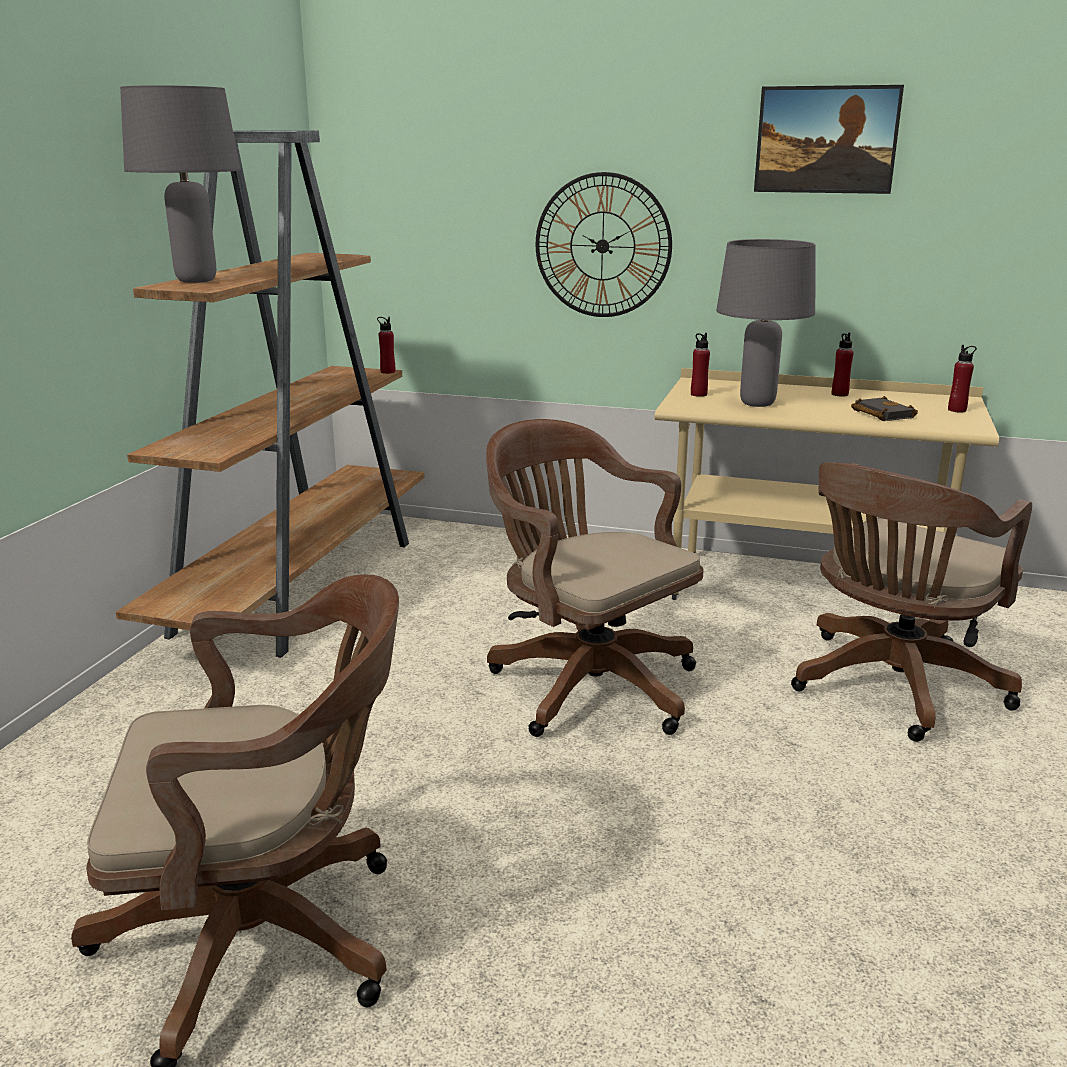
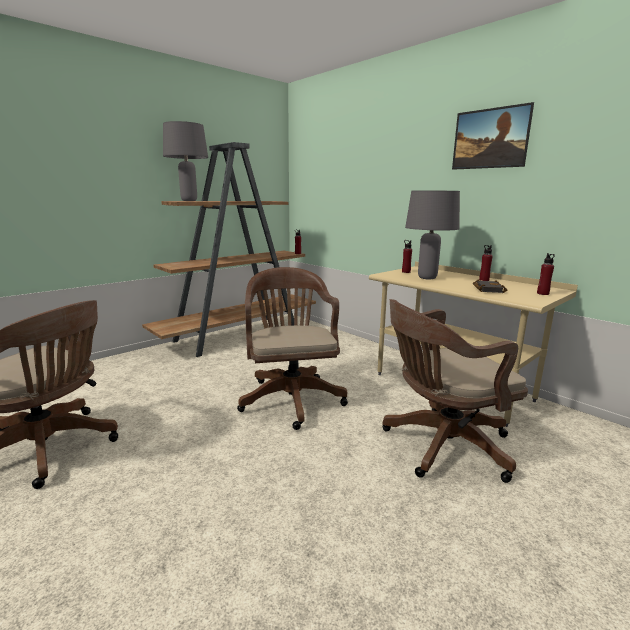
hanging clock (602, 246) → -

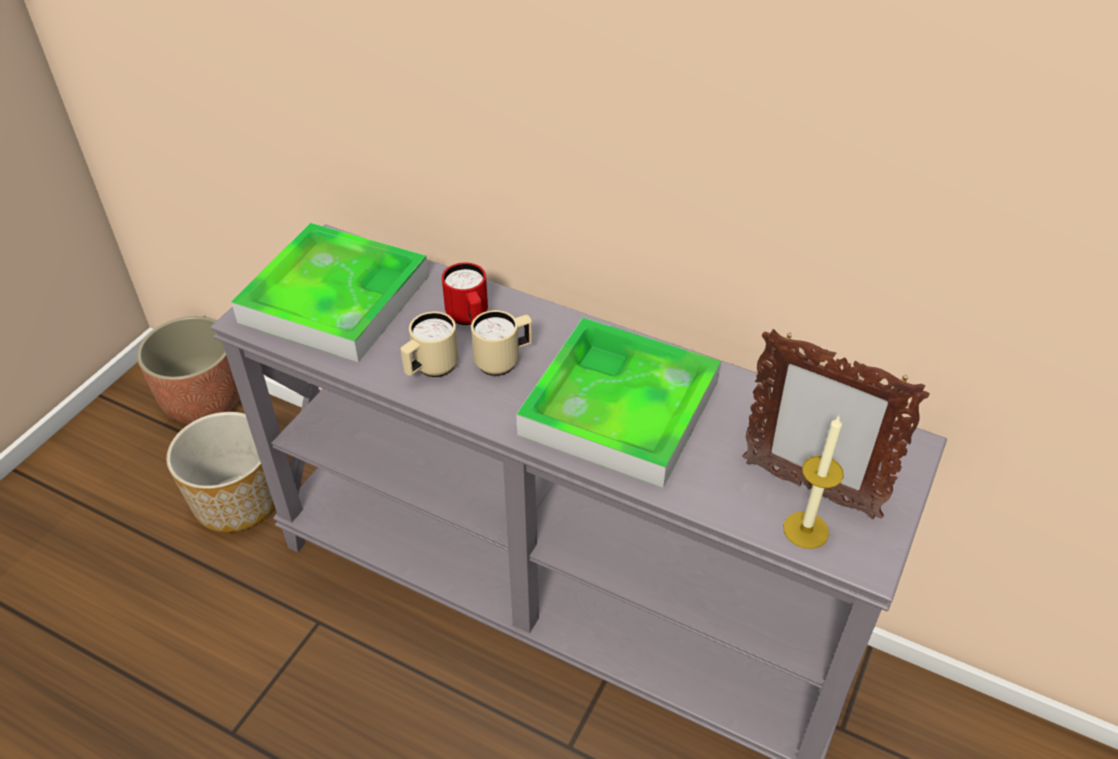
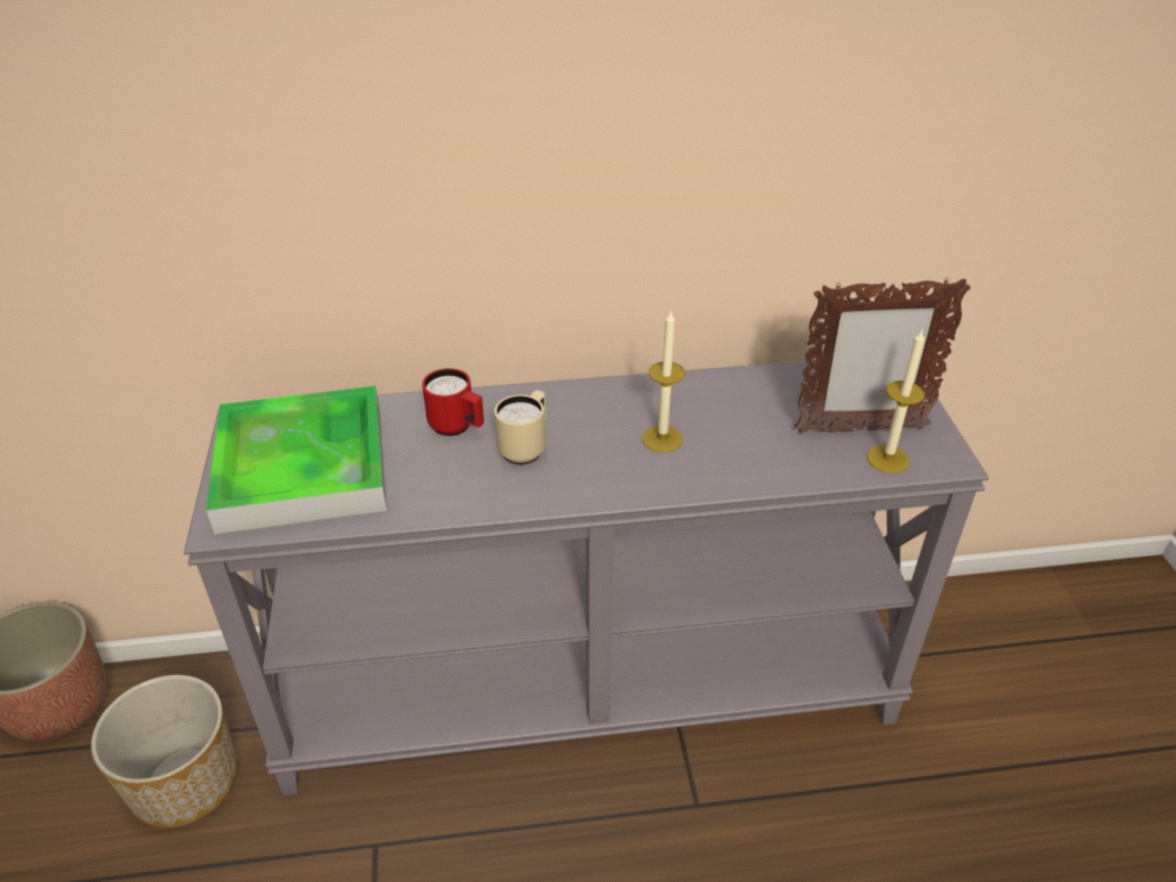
sand-coloured coffee mug (430, 369) → -
carrying tray (620, 408) → wax candle (662, 439)

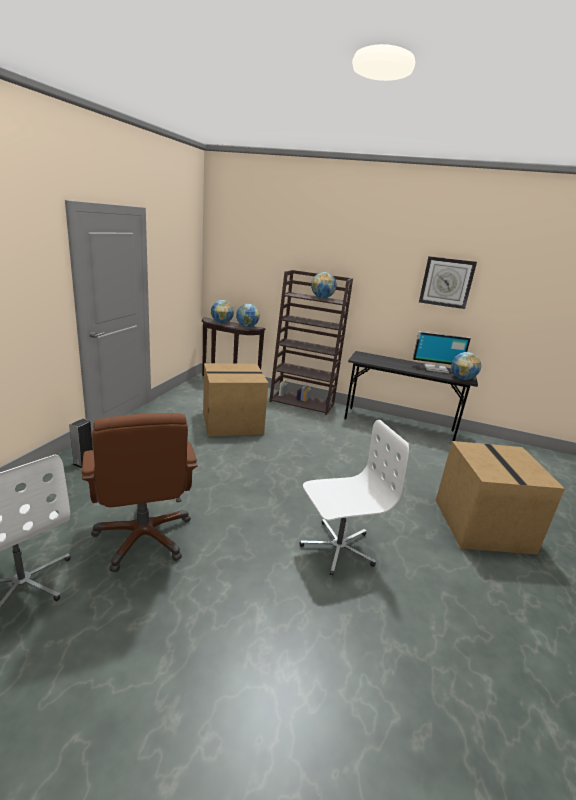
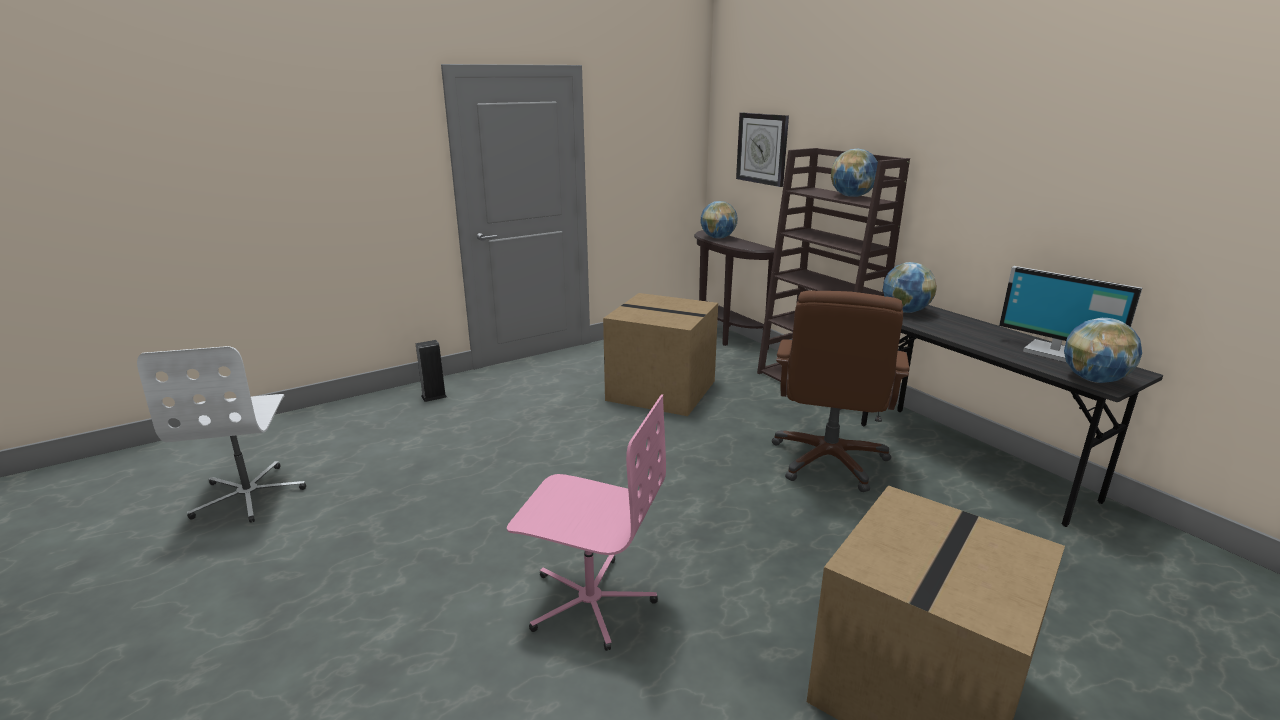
hanging clock (446, 282) → hanging clock (762, 148), shifted
globe (247, 327) → globe (905, 311), shifted
brown-coloured office chair (144, 537) → brown-coloured office chair (829, 461), shifted
white-coloured office chair (337, 547) → pink-coloured office chair (590, 601)

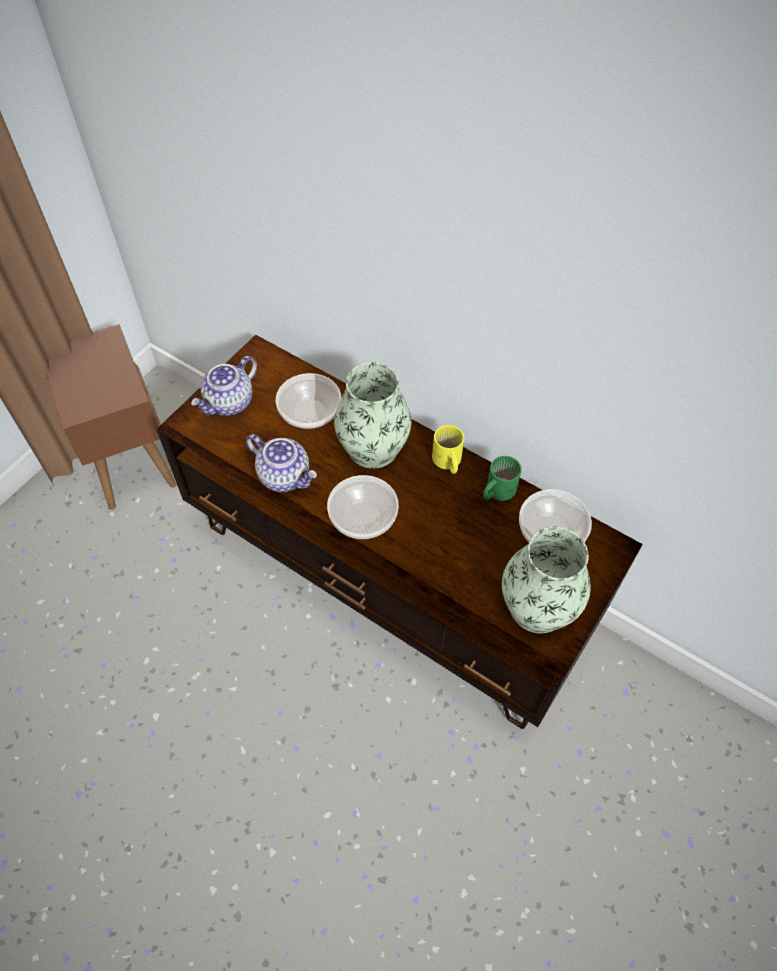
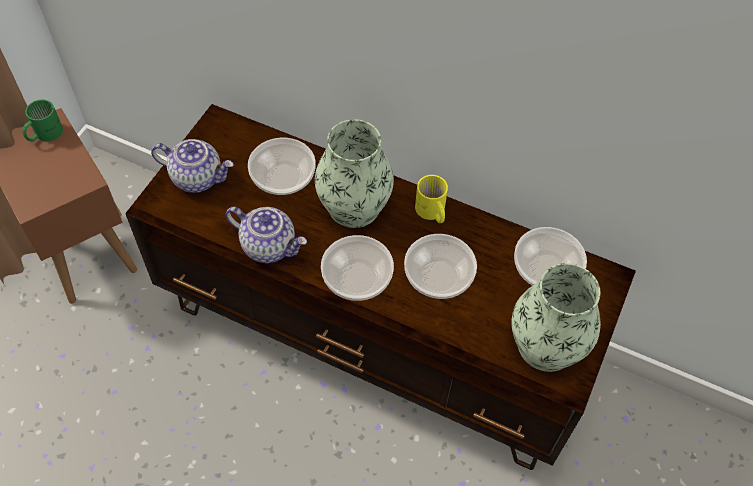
teapot (229, 403) → teapot (198, 177), 105 degrees counterclockwise
green coffee mug (496, 490) → green coffee mug (44, 133), shifted
- → serving bowl (437, 277)

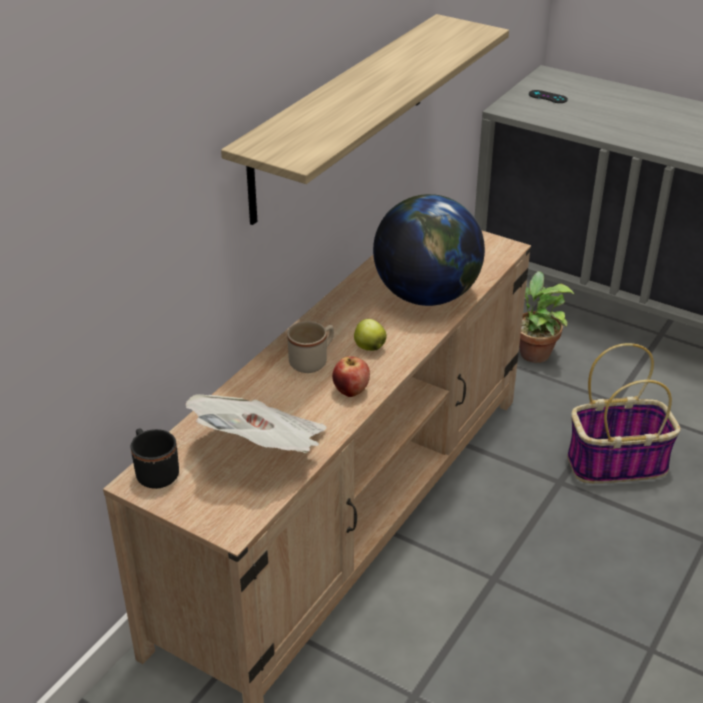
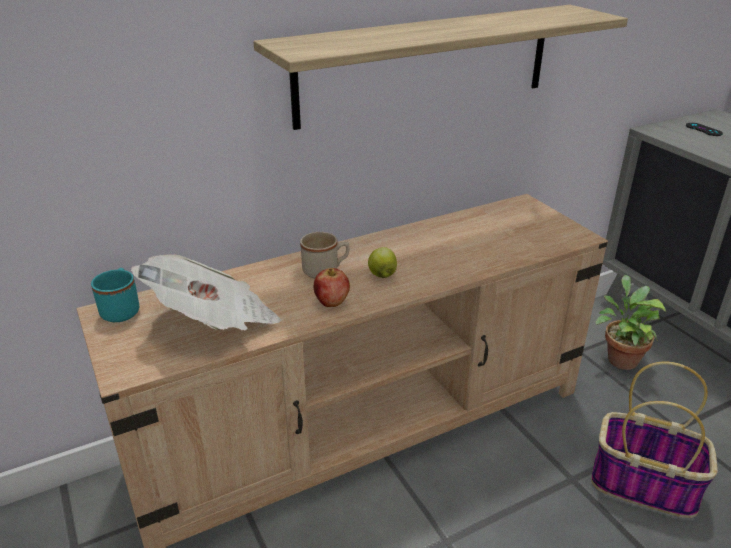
globe (426, 295) → -
black coffee mug (155, 472) → turquoise-coloured coffee mug (122, 309)

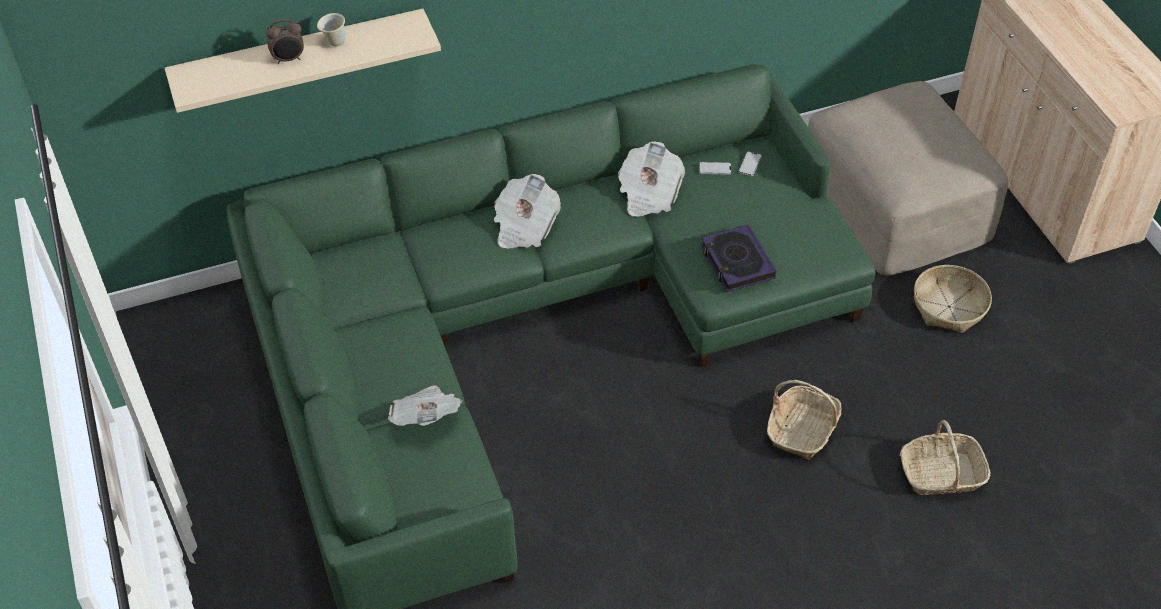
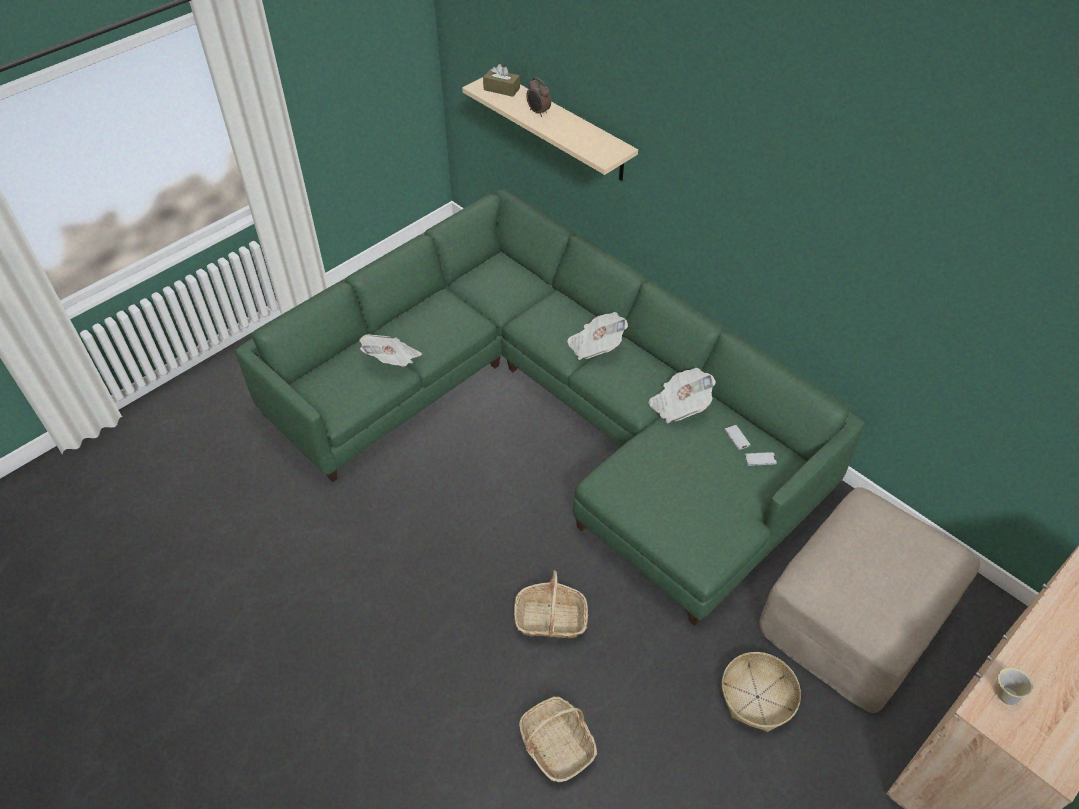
sand-coloured coffee mug (334, 43) → sand-coloured coffee mug (1003, 695), shifted
bound book (736, 262) → -
- → brown-coloured tissue holder (501, 89)

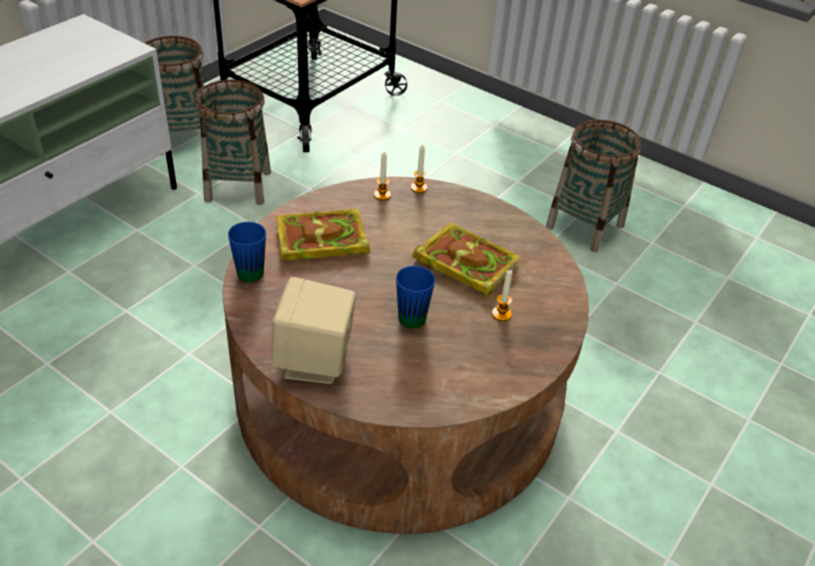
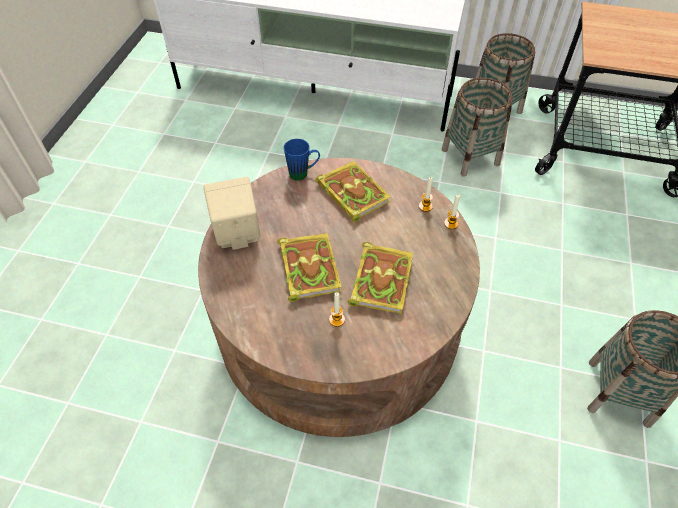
blue coffee mug (413, 313) → bound book (308, 267)

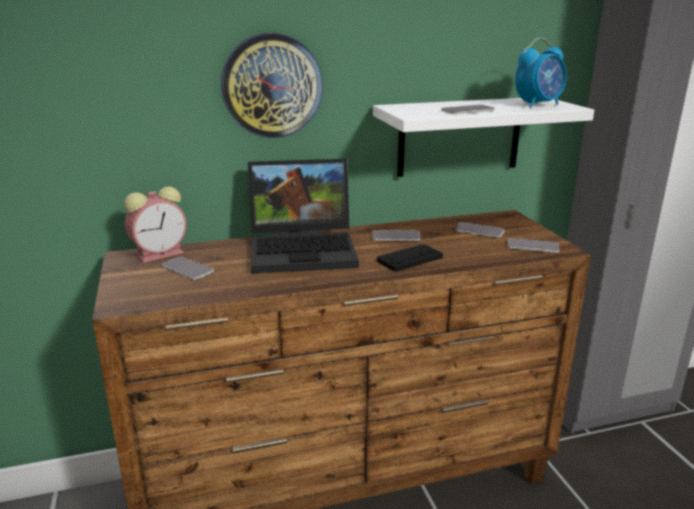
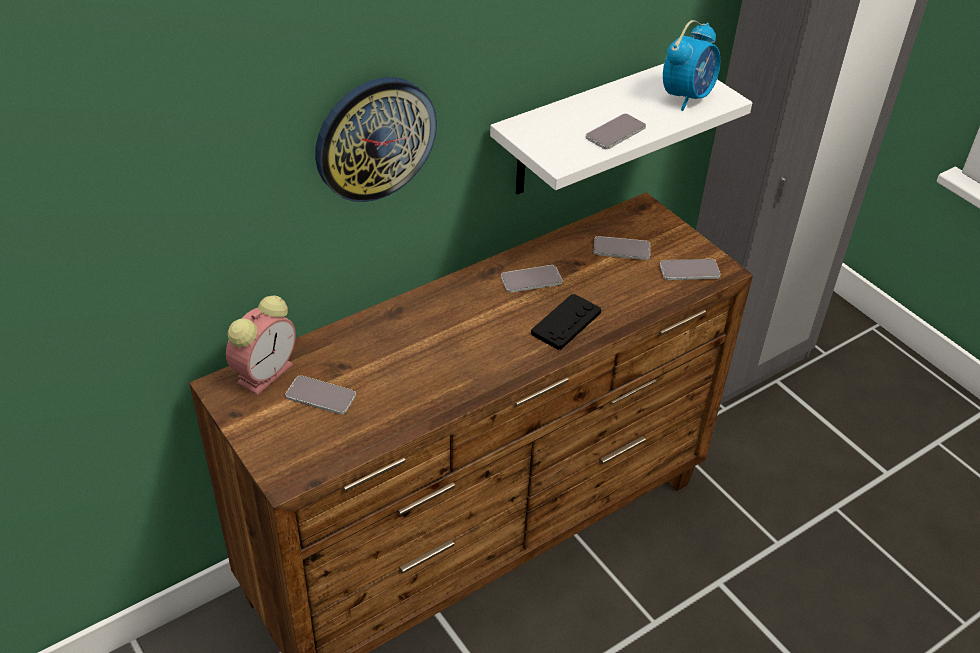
notebook computer (305, 249) → -

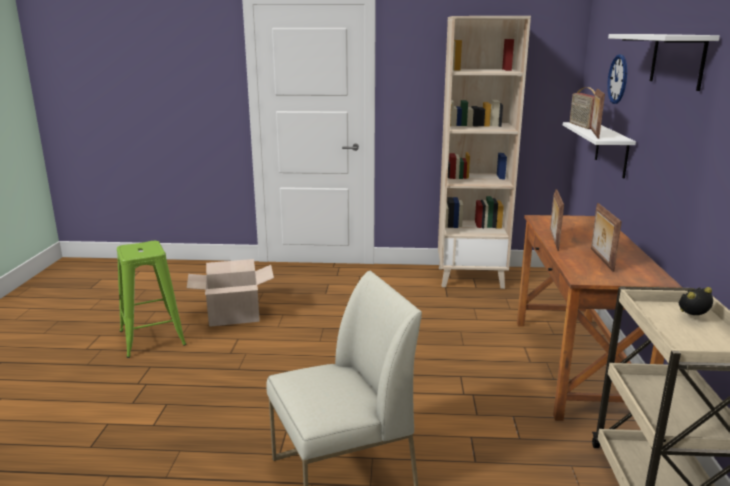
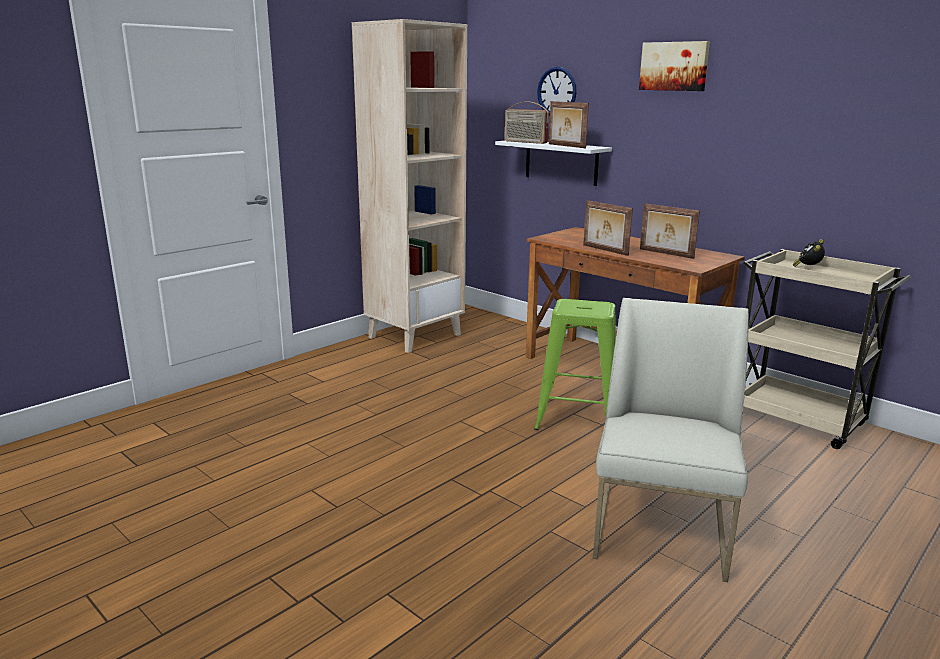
white-coloured bracket shelf (677, 60) → wall art (674, 66)
green sitting stool (152, 338) → green sitting stool (577, 419), shifted
packing box (234, 315) → -

